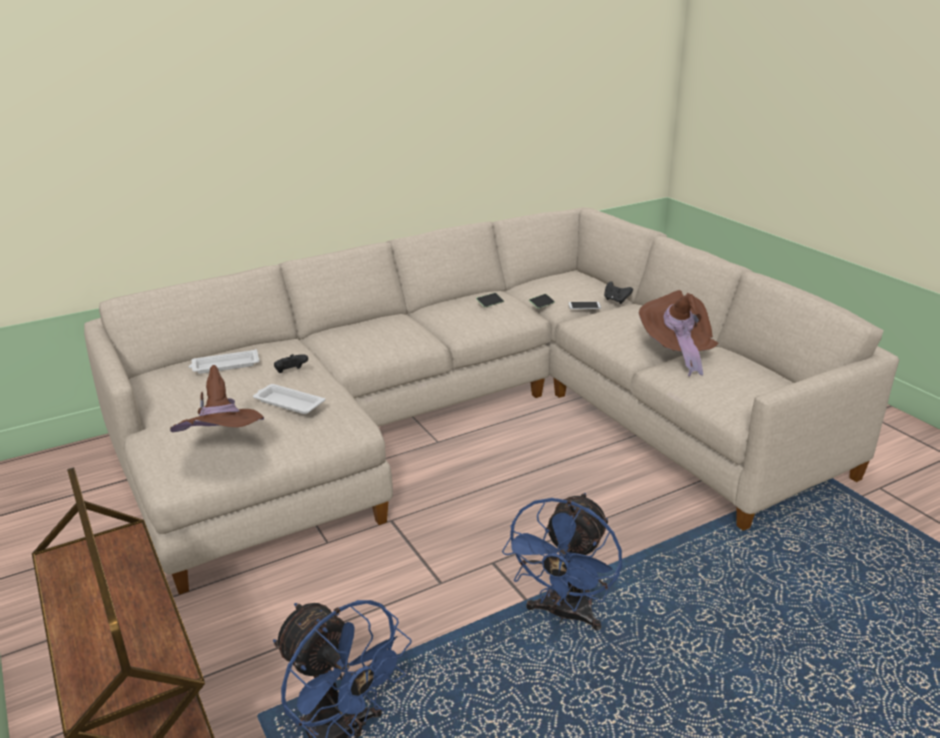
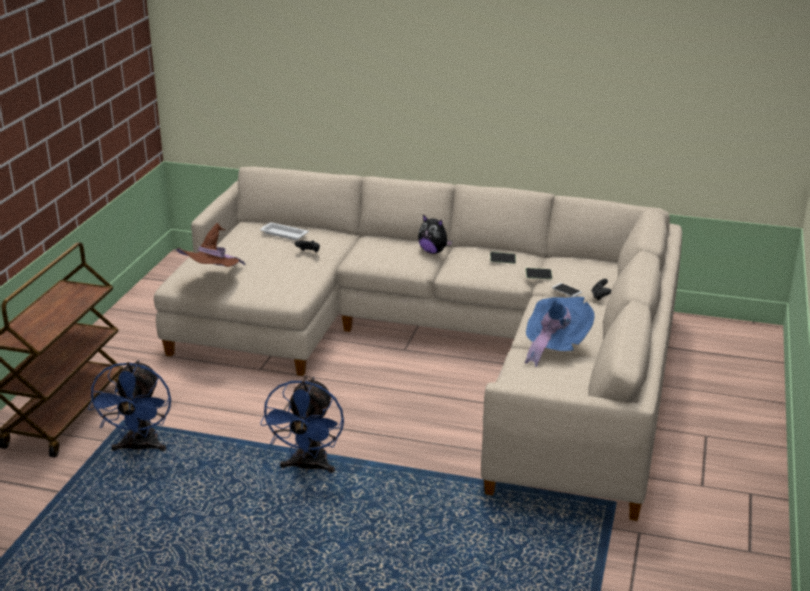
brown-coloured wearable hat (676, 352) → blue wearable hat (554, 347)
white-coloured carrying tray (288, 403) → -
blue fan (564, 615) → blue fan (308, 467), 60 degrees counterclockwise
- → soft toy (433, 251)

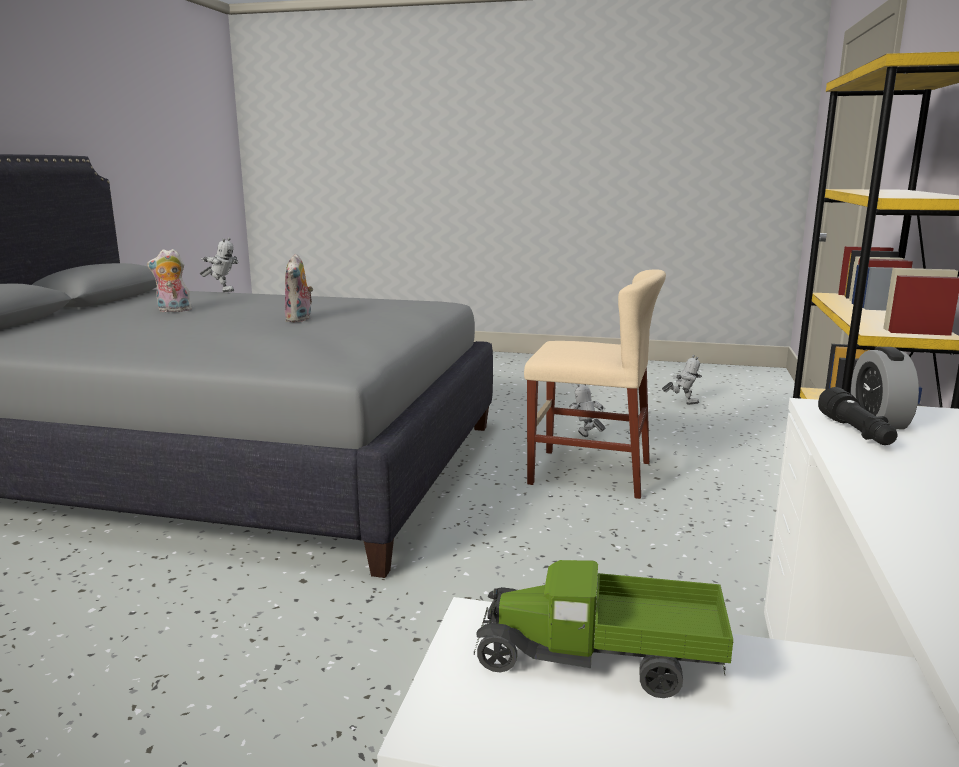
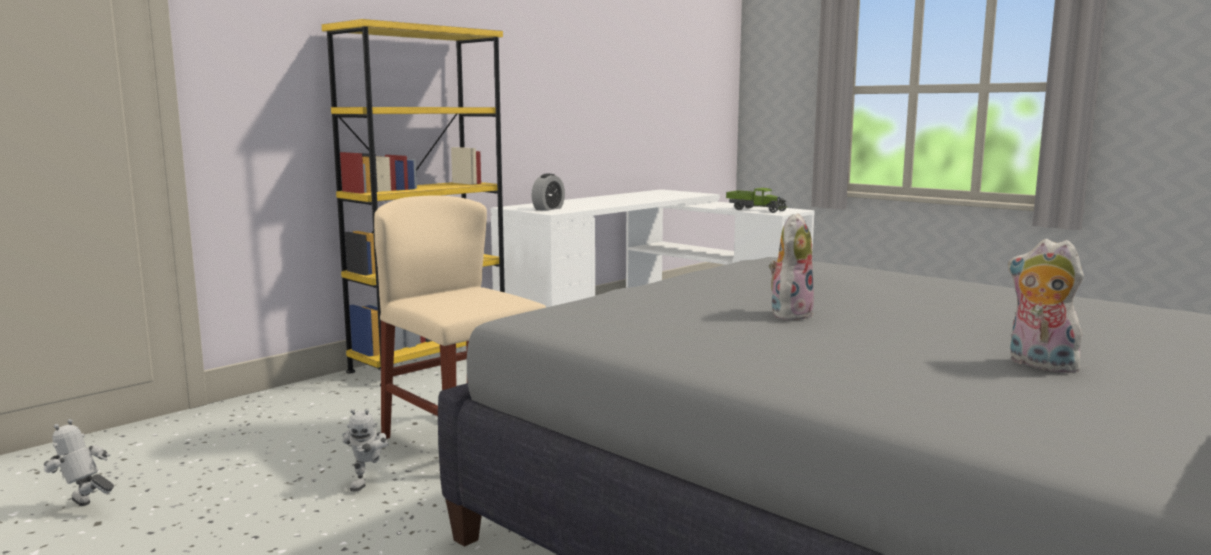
toy robot (222, 291) → -
soft toy (173, 311) → soft toy (1038, 365), 150 degrees counterclockwise
black torch (856, 433) → -

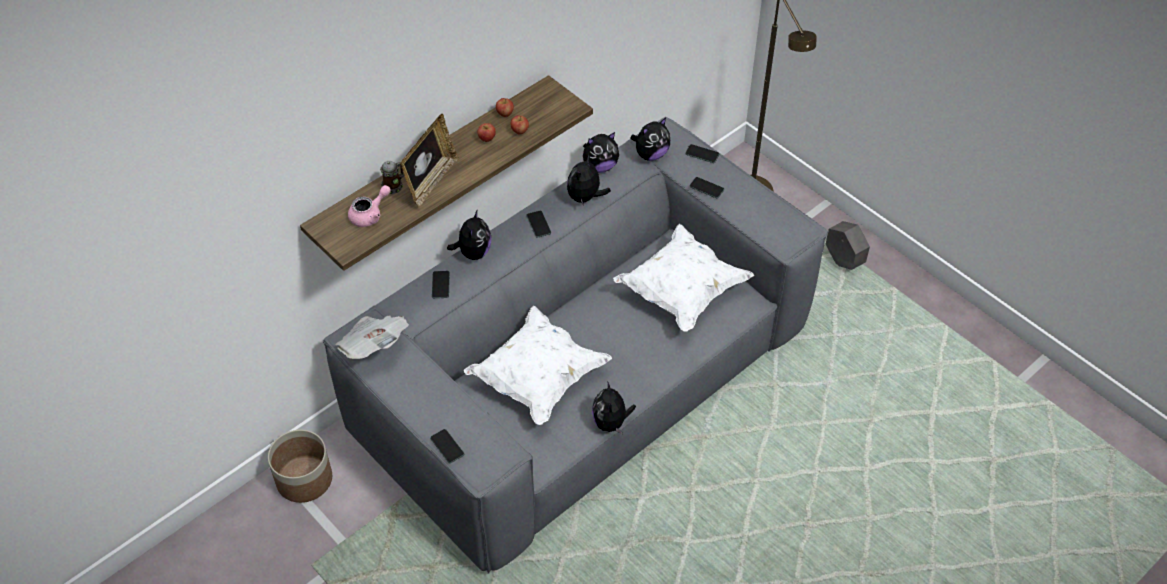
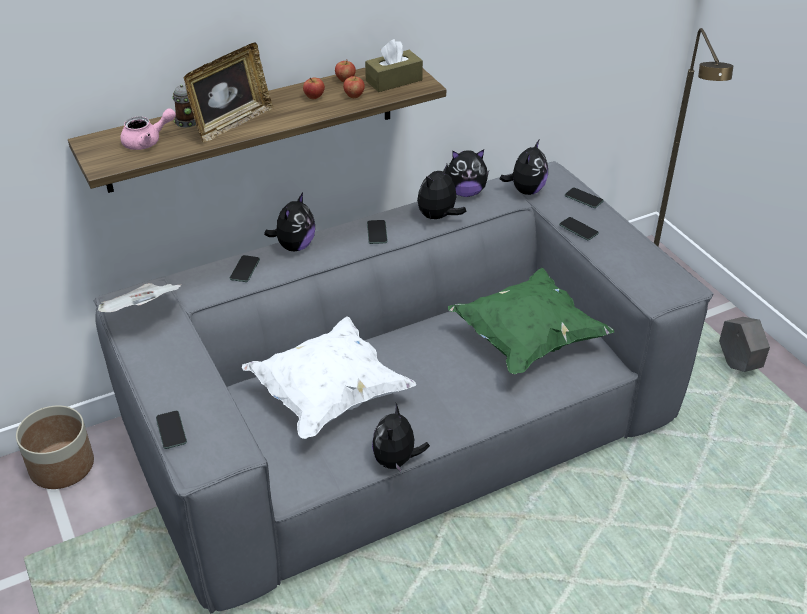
soft toy (650, 154) → soft toy (526, 190), 45 degrees counterclockwise
white-coloured throw pillow (681, 292) → green throw pillow (527, 340)
- → brown-coloured tissue holder (394, 80)

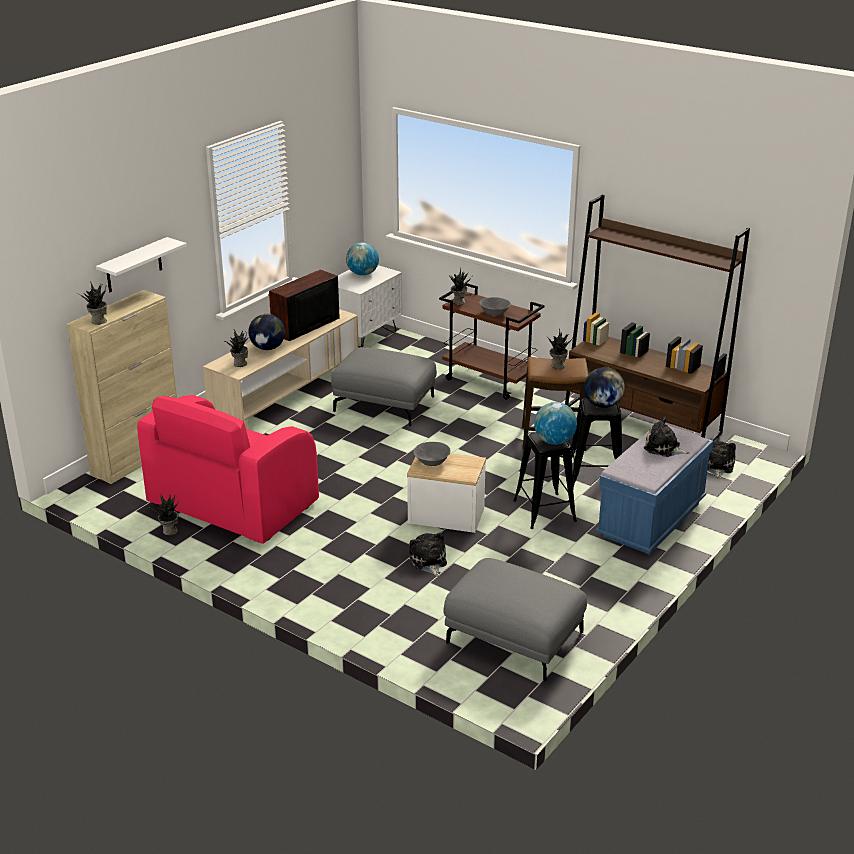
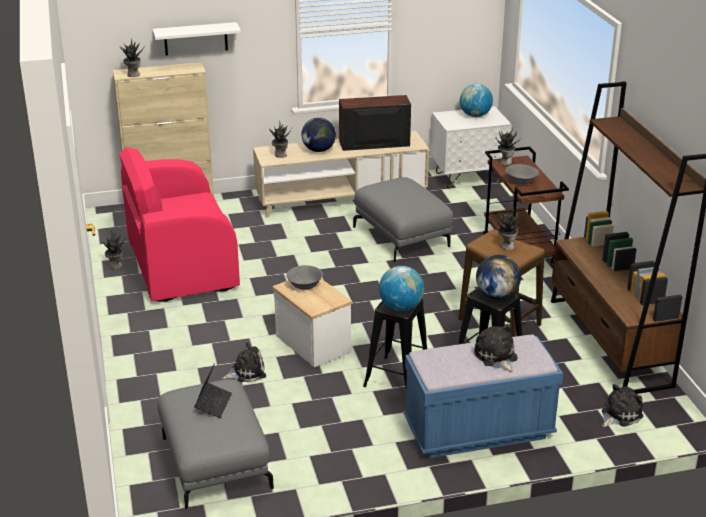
soft toy (428, 561) → soft toy (246, 372), 45 degrees clockwise
- → notebook computer (213, 404)

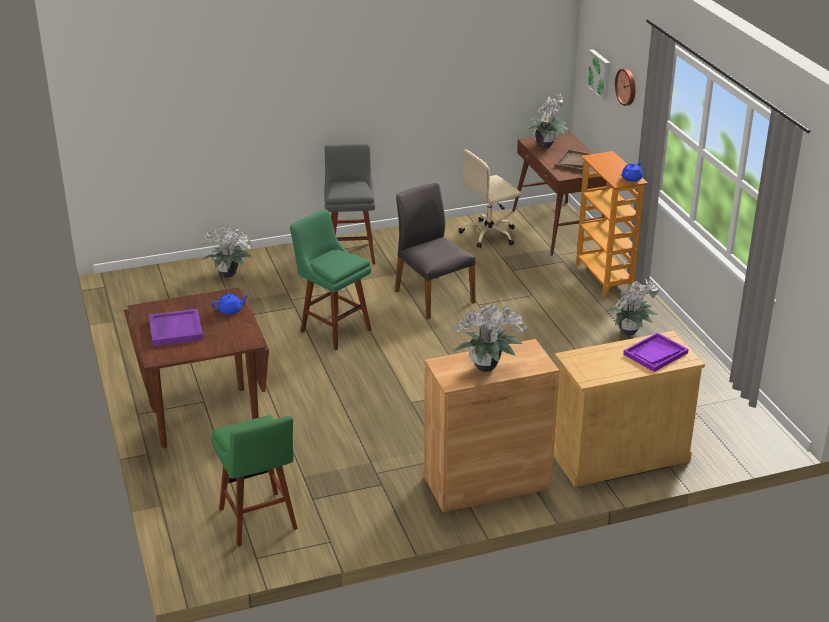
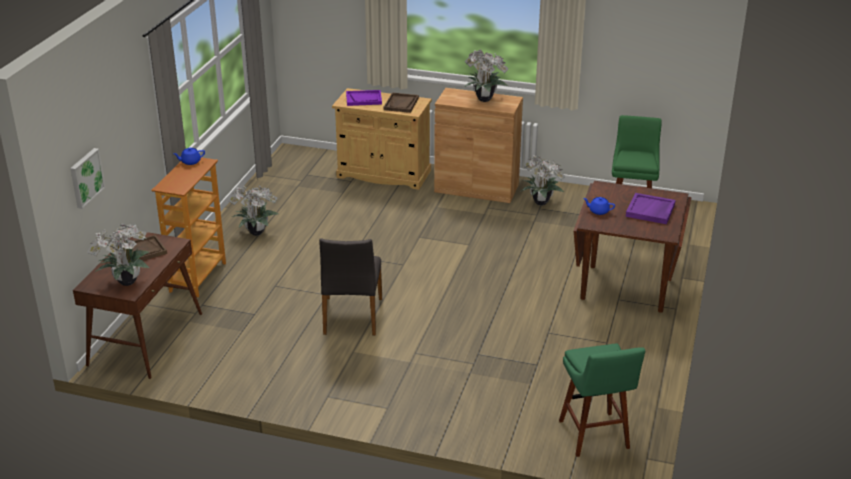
hanging clock (627, 86) → -
grey sitting stool (351, 252) → -
sand-coloured office chair (489, 234) → -
green sitting stool (333, 329) → green sitting stool (595, 437), shifted
houseplant (229, 275) → houseplant (540, 202), shifted
- → brown-coloured carrying tray (401, 104)

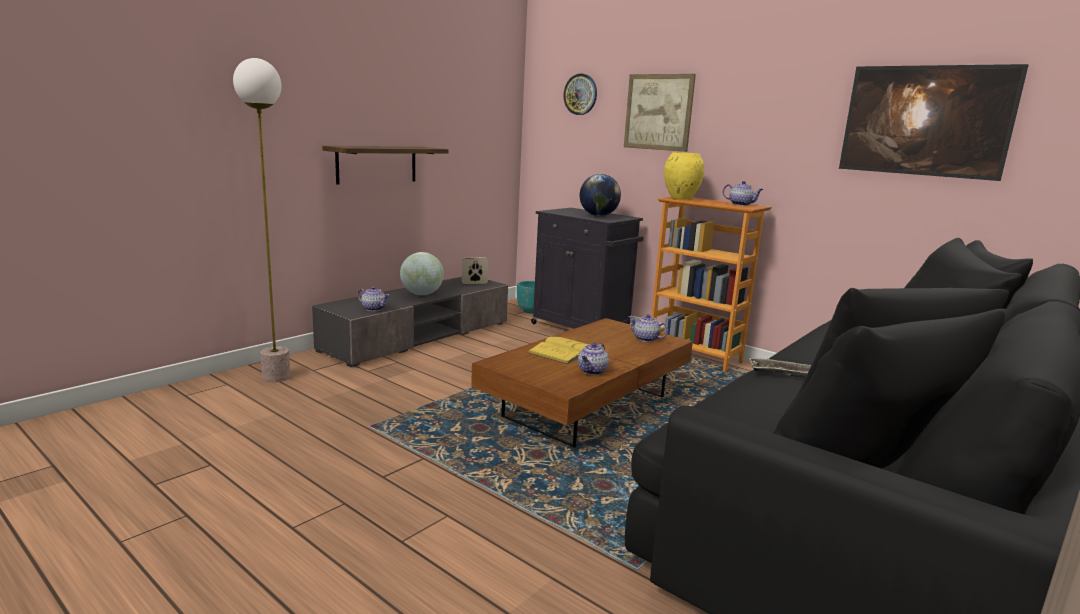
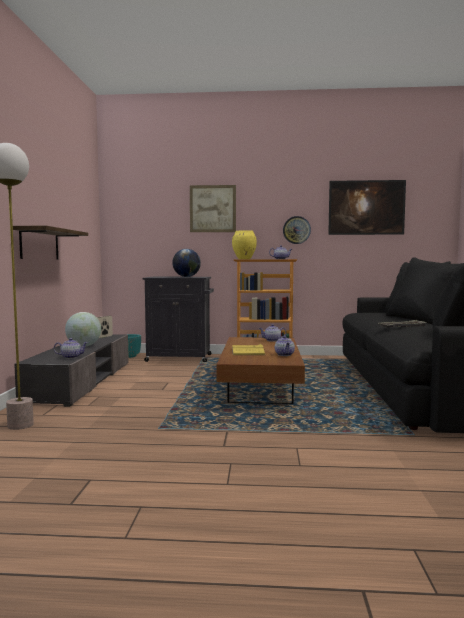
hanging clock (580, 94) → hanging clock (296, 230), shifted

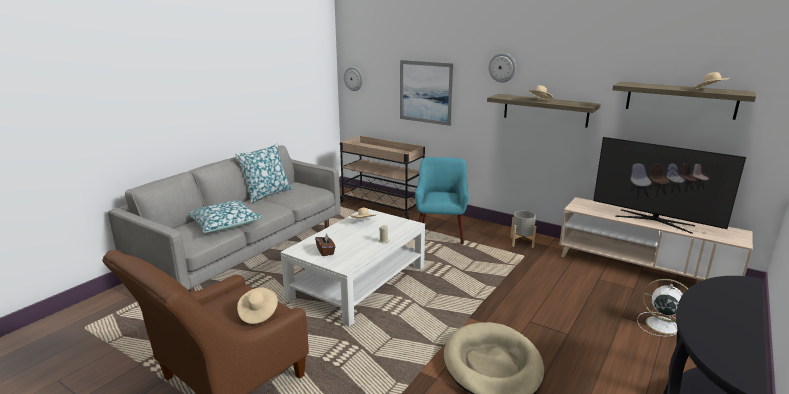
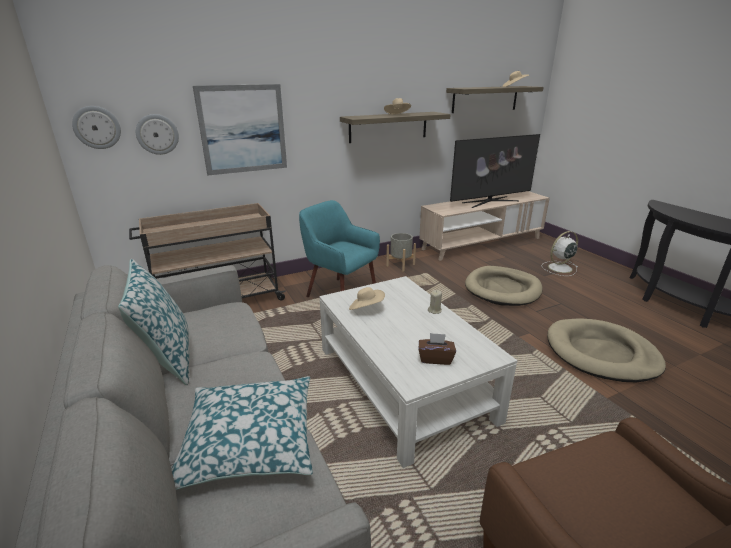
hanging clock (502, 67) → hanging clock (157, 134), shifted
sand-coloured wearable hat (258, 313) → -
- → sand-coloured dog bed (502, 289)

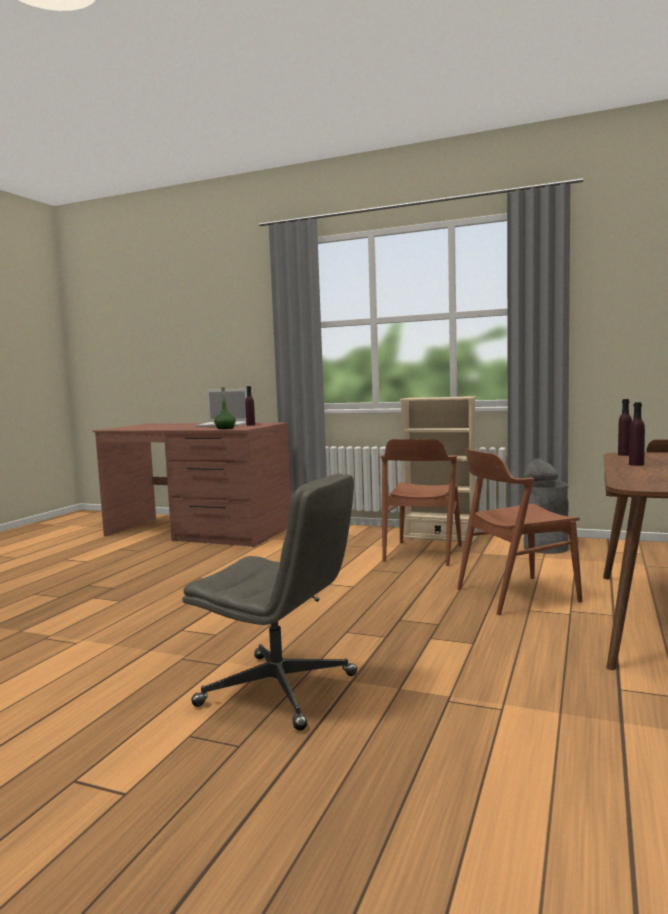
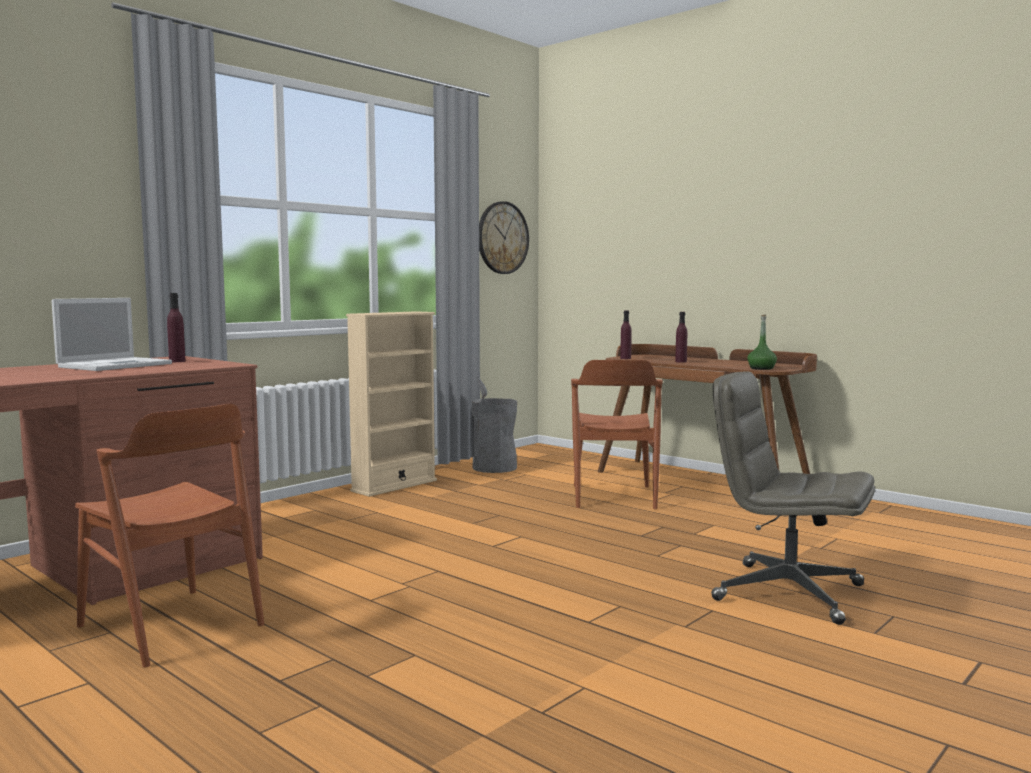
green beverage bottle (225, 428) → green beverage bottle (761, 368), shifted
brown-coloured upright chair (423, 553) → brown-coloured upright chair (171, 625), shifted
grey office chair (280, 690) → grey office chair (786, 592), 105 degrees counterclockwise
- → hanging clock (502, 238)

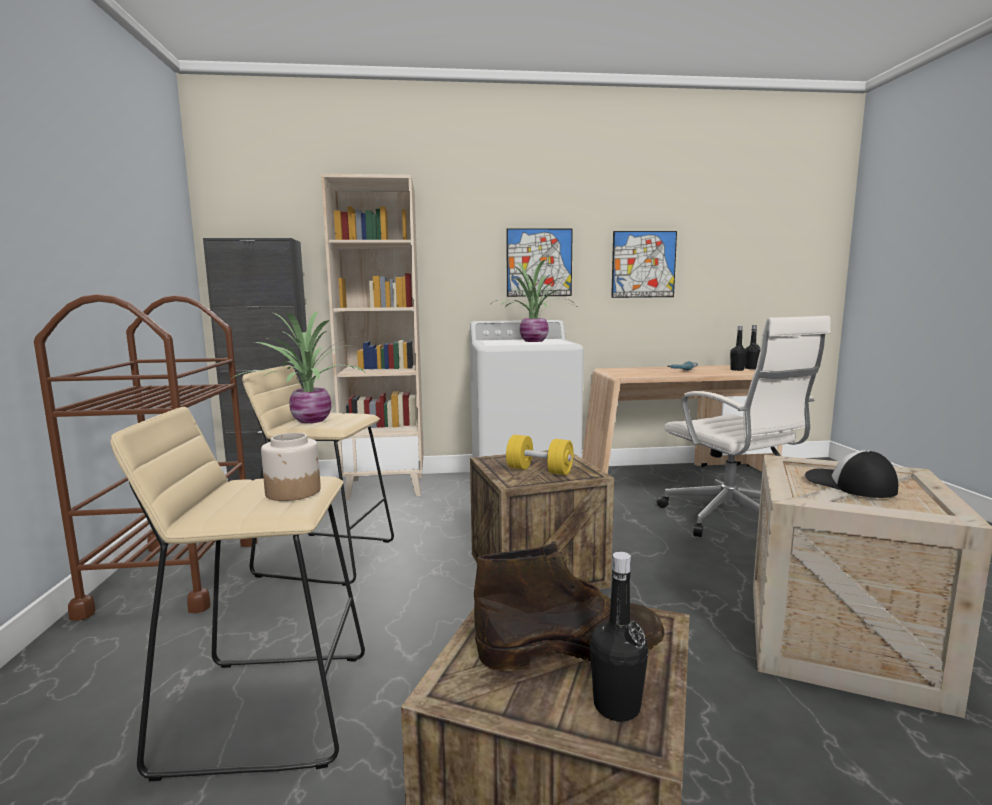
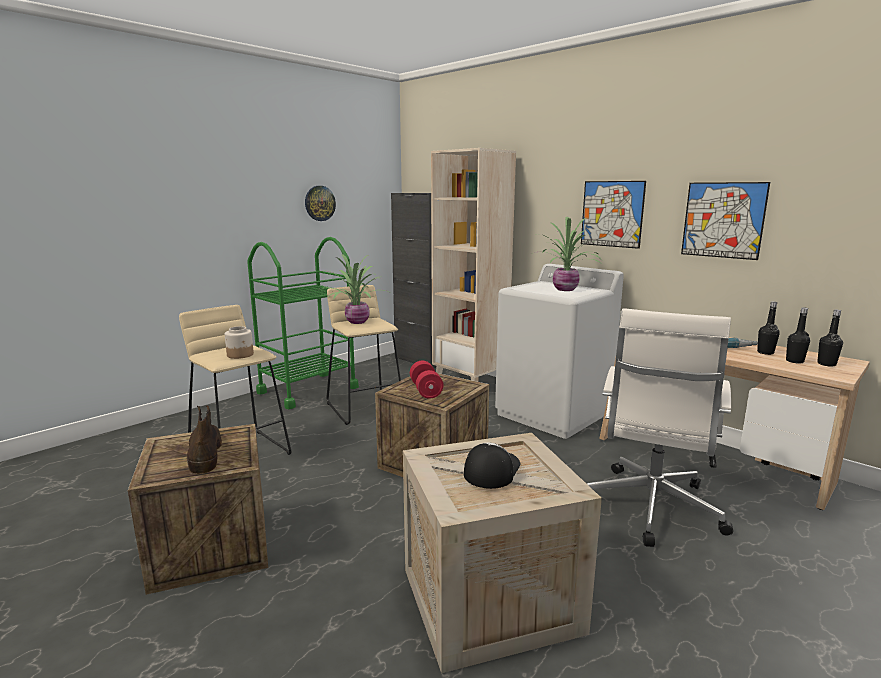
brown-coloured trolley (176, 575) → green trolley (308, 390)
yellow free weight (539, 470) → red-coloured free weight (426, 390)
brown-coloured boot (572, 648) → brown-coloured boot (205, 453), 150 degrees counterclockwise
black beverage bottle (616, 706) → black beverage bottle (765, 352), shifted
- → hanging clock (319, 203)

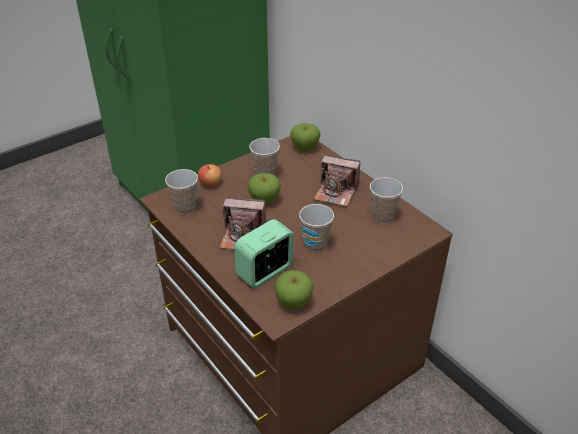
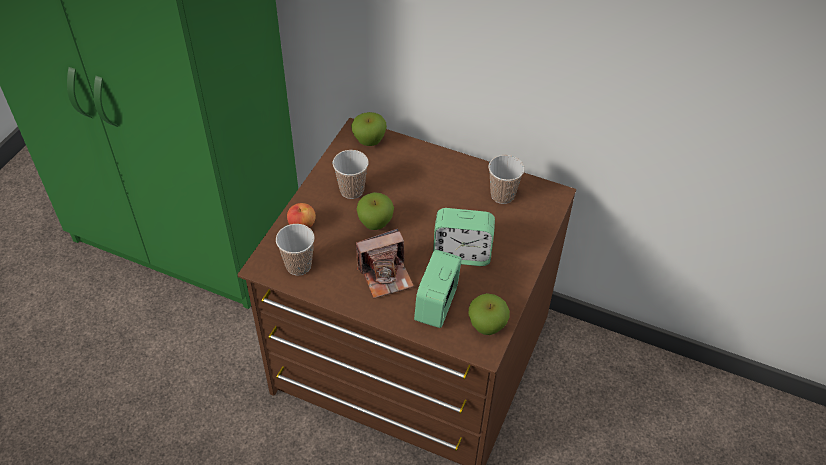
still camera (336, 192) → -
drinking cup (315, 244) → bedside clock (462, 254)

